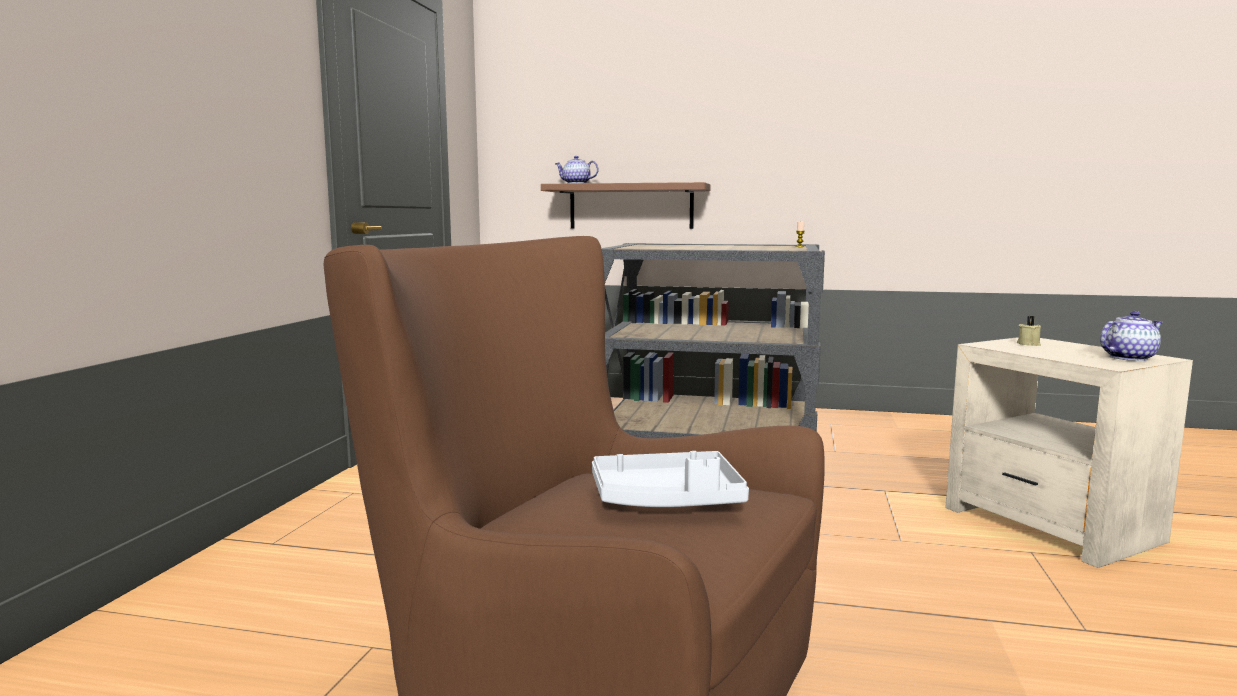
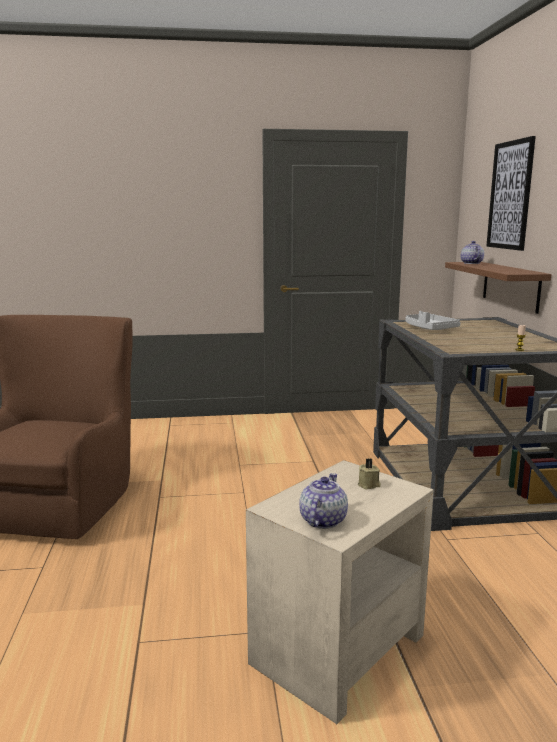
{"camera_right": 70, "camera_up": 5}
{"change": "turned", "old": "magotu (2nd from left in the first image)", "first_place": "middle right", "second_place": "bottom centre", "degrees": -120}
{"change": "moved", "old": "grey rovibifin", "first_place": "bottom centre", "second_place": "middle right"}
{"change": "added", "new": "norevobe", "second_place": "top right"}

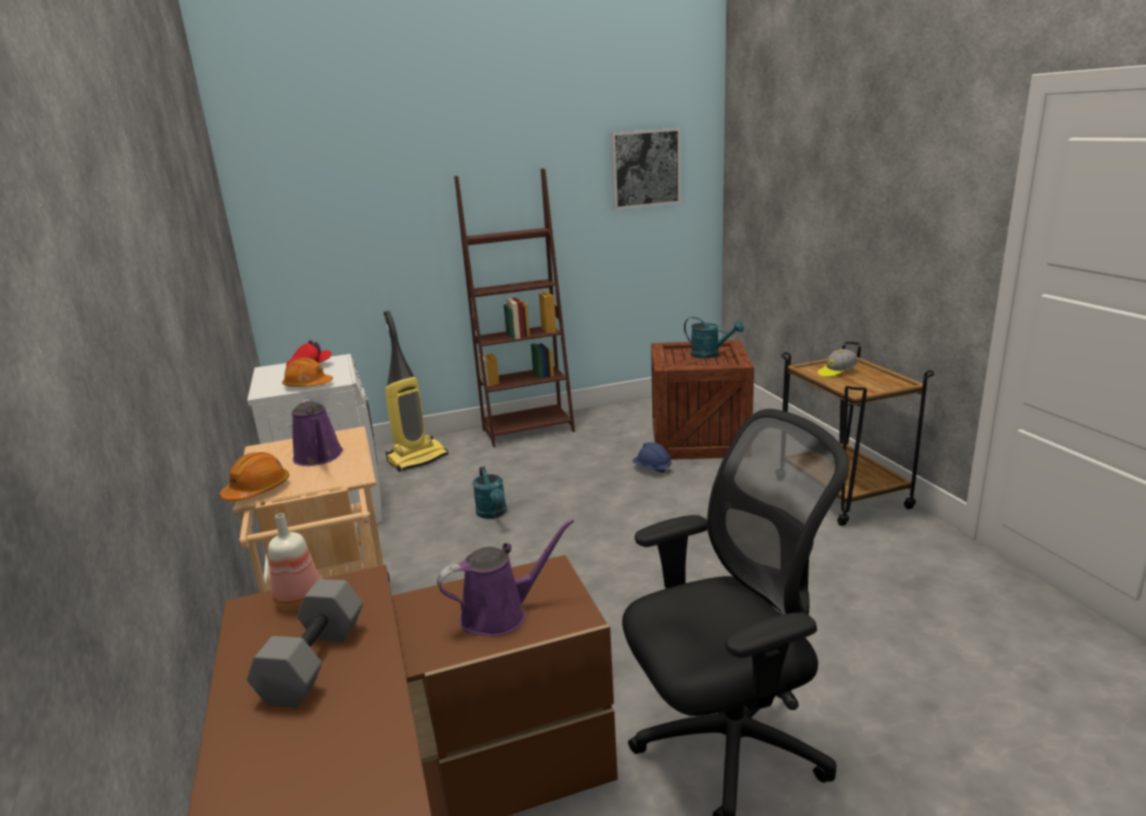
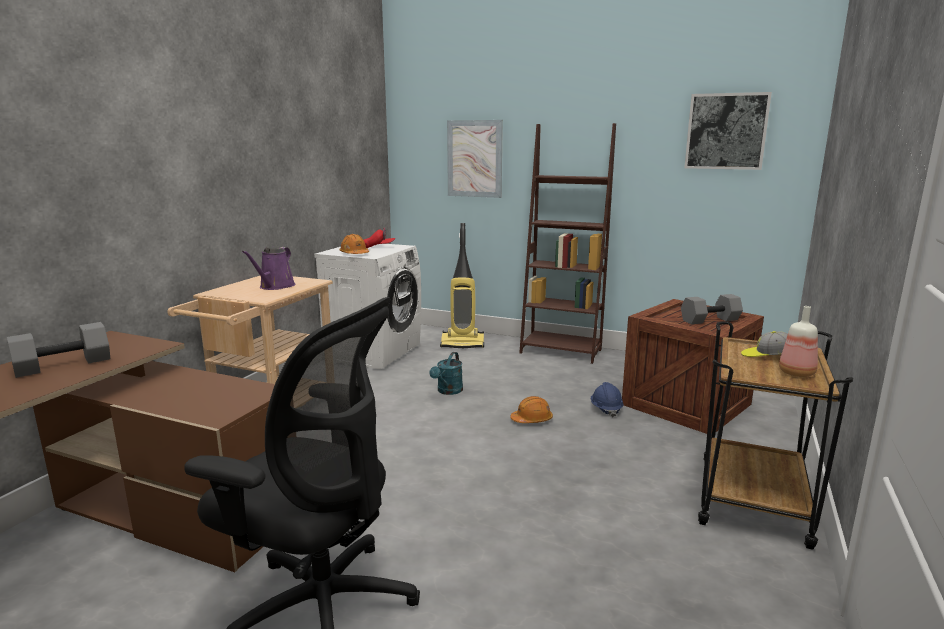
{"camera_right": 40, "camera_up": -5}
{"change": "added", "new": "norevobe (1st from left)", "second_place": "top centre"}
{"change": "moved", "old": "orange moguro (1st from left in the first image)", "new": "orange moguro (2nd from left)", "first_place": "middle left", "second_place": "centre"}
{"change": "replaced", "old": "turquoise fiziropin (2nd from left)", "new": "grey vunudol (2nd from left)", "first_place": "centre", "second_place": "middle right"}
{"change": "moved", "old": "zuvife", "first_place": "bottom left", "second_place": "middle right"}
{"change": "removed", "old": "purple fiziropin (2nd from left)", "first_place": "bottom centre"}

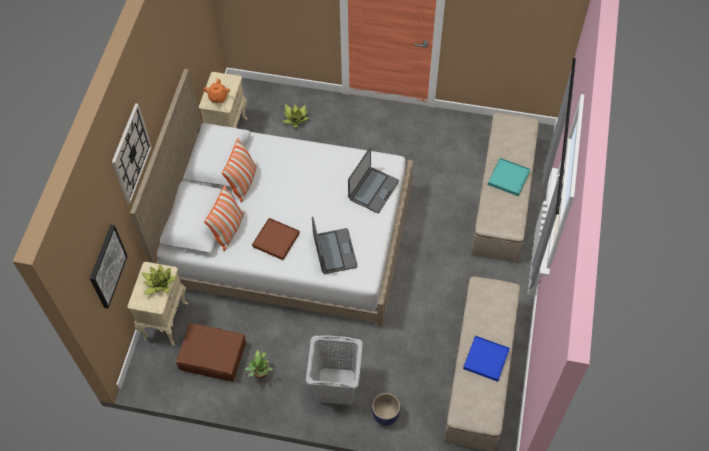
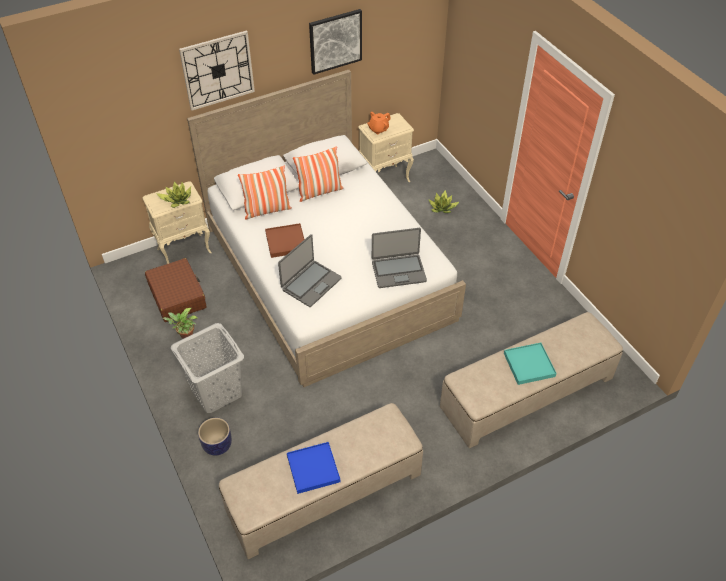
{"camera_right": 50, "camera_up": -10}
{"change": "moved", "old": "norevobe", "first_place": "middle left", "second_place": "top centre"}

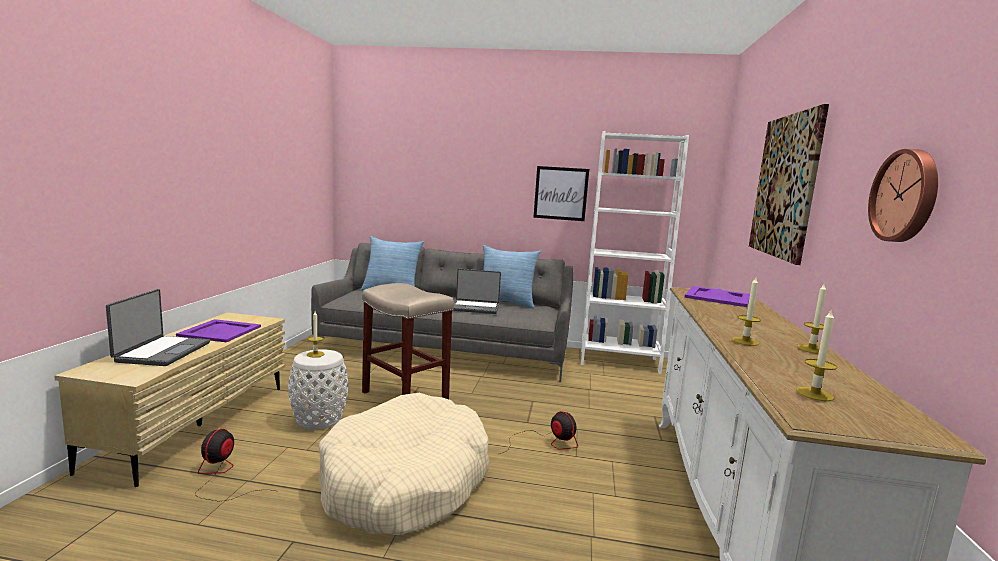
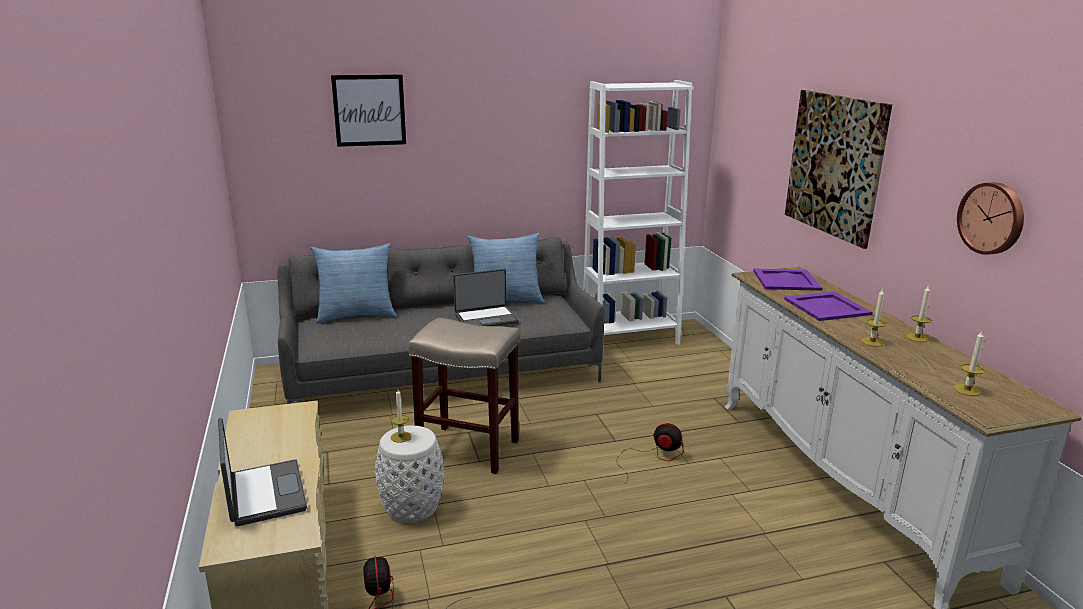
{"camera_right": -25, "camera_up": 10}
{"change": "moved", "old": "norevobe (1st from left)", "first_place": "centre", "second_place": "top centre"}
{"change": "moved", "old": "purple rovibifin (1st from left in the first image)", "new": "purple rovibifin (2nd from left)", "first_place": "middle left", "second_place": "middle right"}
{"change": "removed", "old": "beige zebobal", "first_place": "bottom centre"}

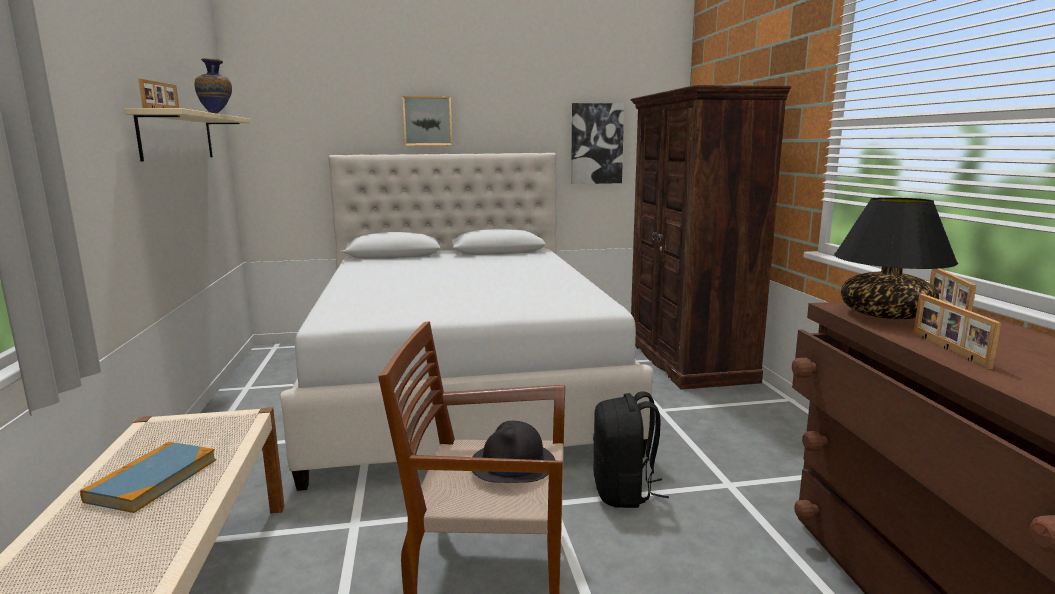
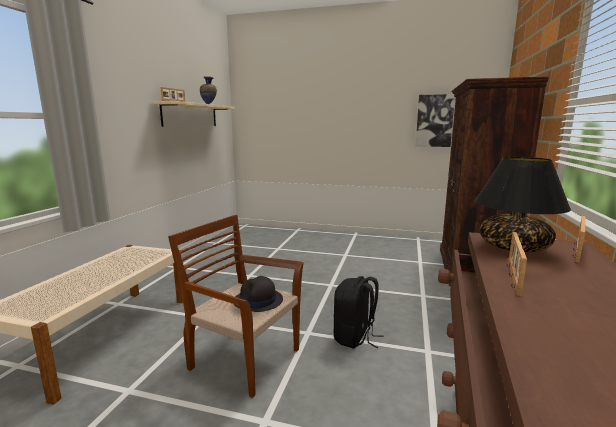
{"camera_right": 25, "camera_up": 0}
{"change": "removed", "old": "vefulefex", "first_place": "bottom left"}
{"change": "removed", "old": "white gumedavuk", "first_place": "centre"}
{"change": "removed", "old": "norevobe (1st from left)", "first_place": "top centre"}

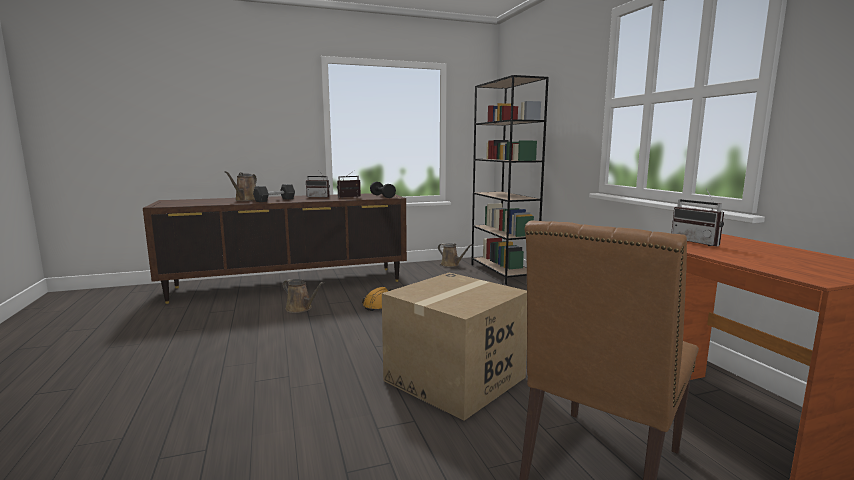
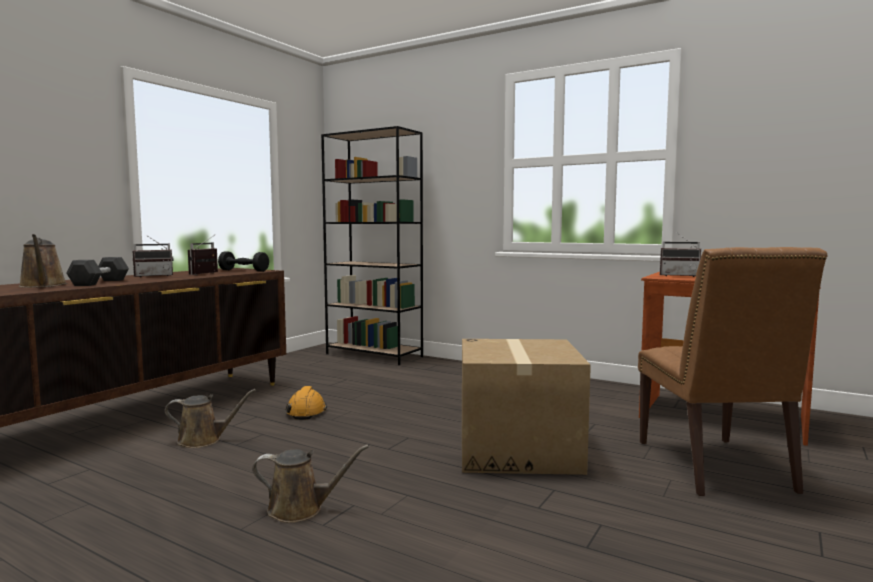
{"camera_right": -40, "camera_up": -5}
{"change": "moved", "old": "brown fiziropin (3rd from left)", "first_place": "centre", "second_place": "bottom centre"}

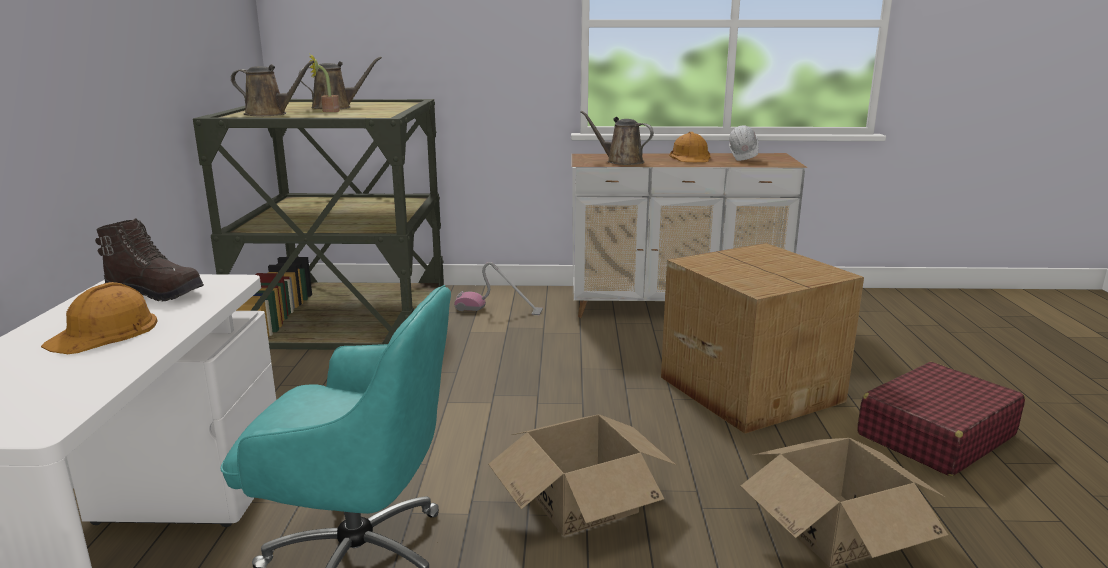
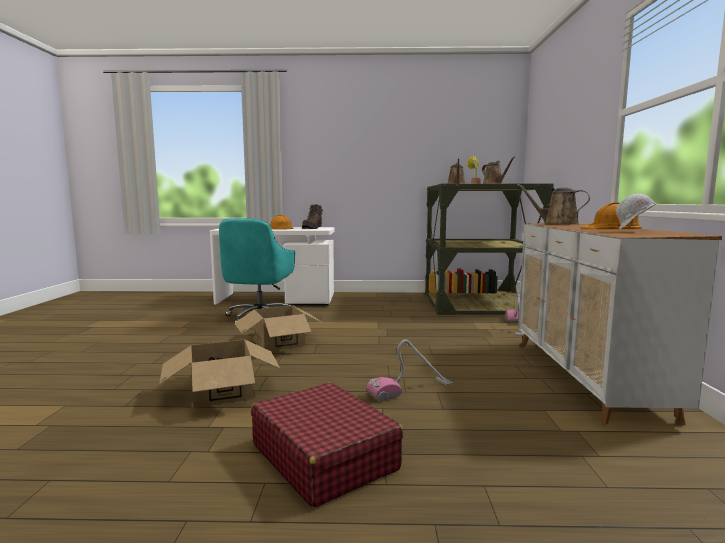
{"camera_right": 90, "camera_up": -10}
{"change": "replaced", "old": "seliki (2nd from left)", "new": "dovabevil (1st from left)", "first_place": "middle right", "second_place": "bottom centre"}
{"change": "turned", "old": "brown fiziropin (3rd from left)", "first_place": "top centre", "second_place": "middle right", "degrees": -90}

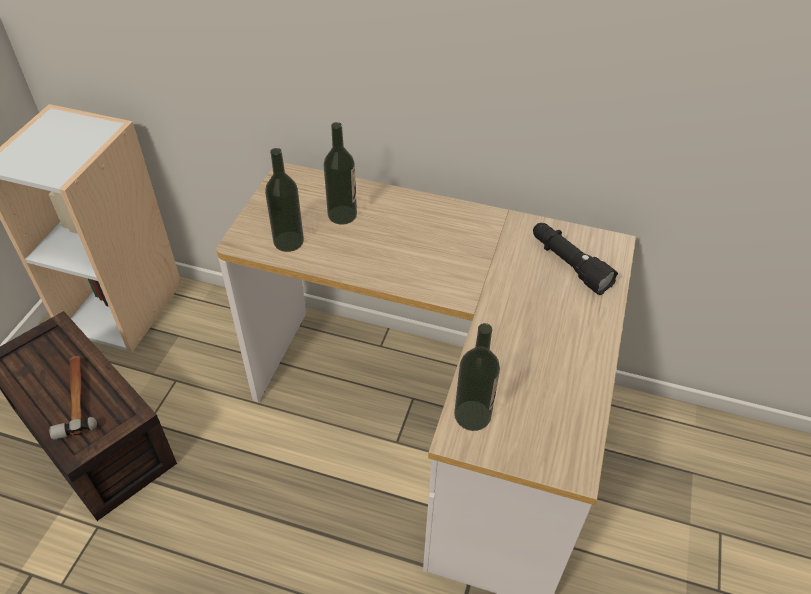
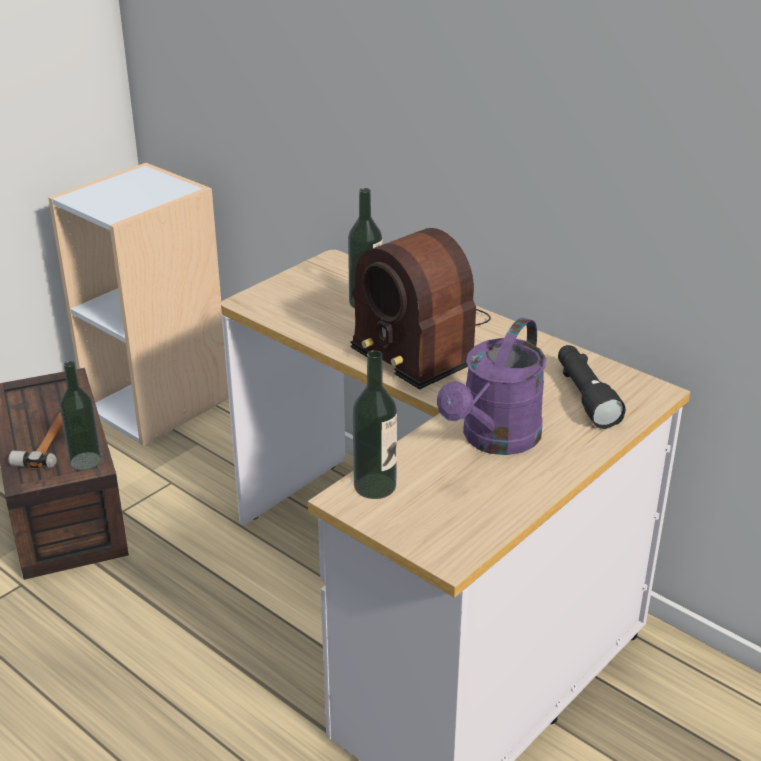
{"camera_right": 25, "camera_up": -15}
{"change": "moved", "old": "zuvife (1st from left)", "first_place": "centre", "second_place": "middle left"}
{"change": "added", "new": "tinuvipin", "second_place": "centre"}
{"change": "added", "new": "purple fiziropin", "second_place": "centre"}

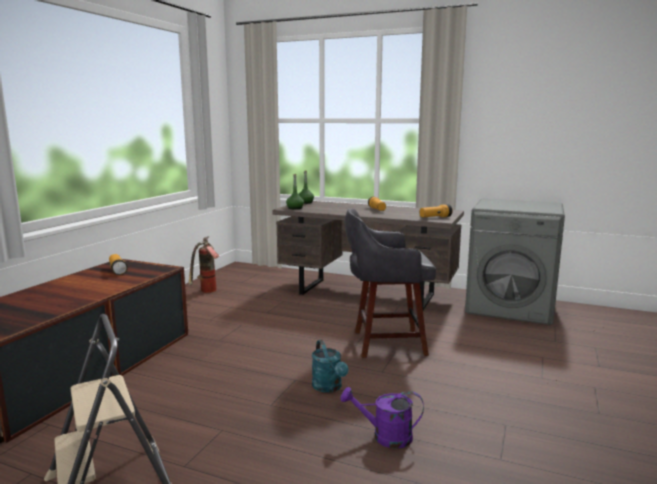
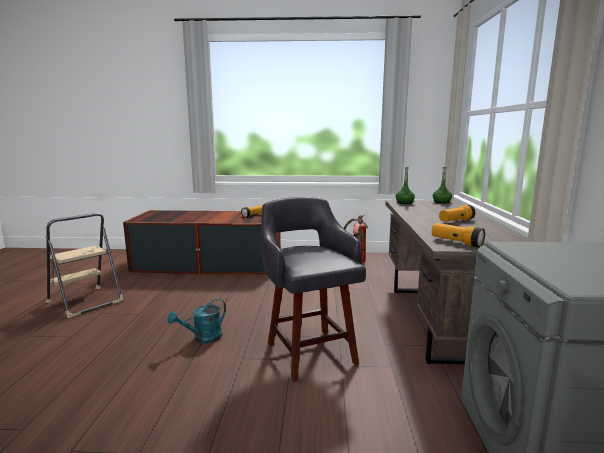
{"camera_right": 70, "camera_up": 0}
{"change": "removed", "old": "purple fiziropin", "first_place": "bottom centre"}

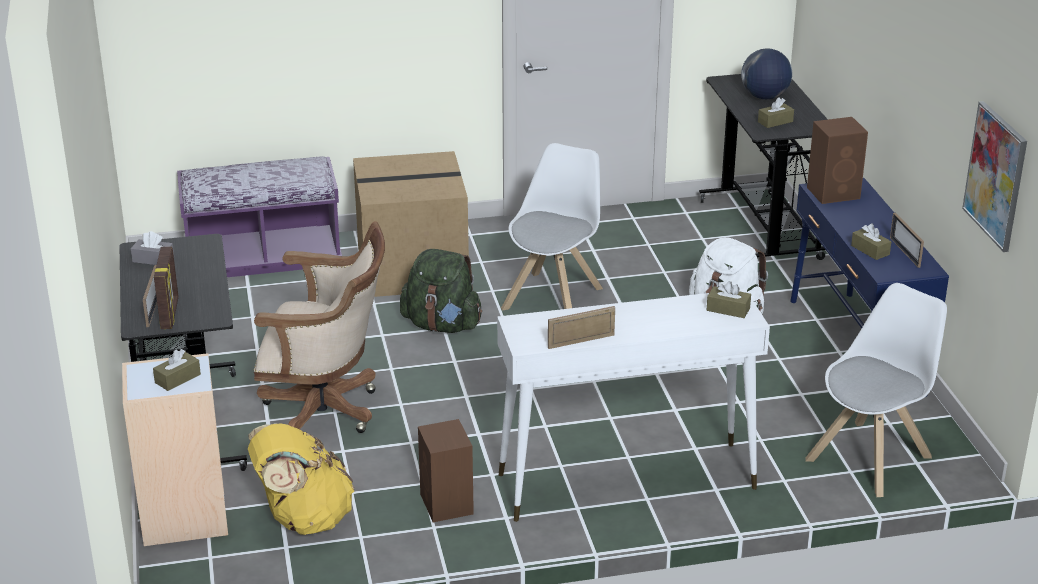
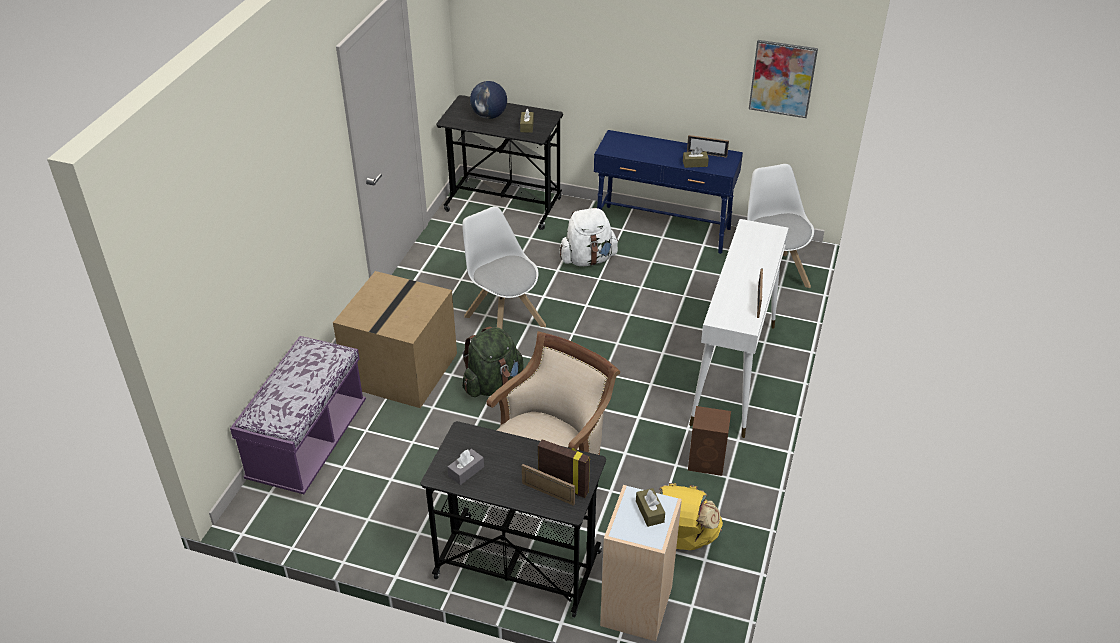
{"camera_right": -60, "camera_up": 10}
{"change": "removed", "old": "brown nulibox (2nd from left)", "first_place": "middle right"}
{"change": "removed", "old": "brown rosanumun (2nd from left)", "first_place": "top right"}

